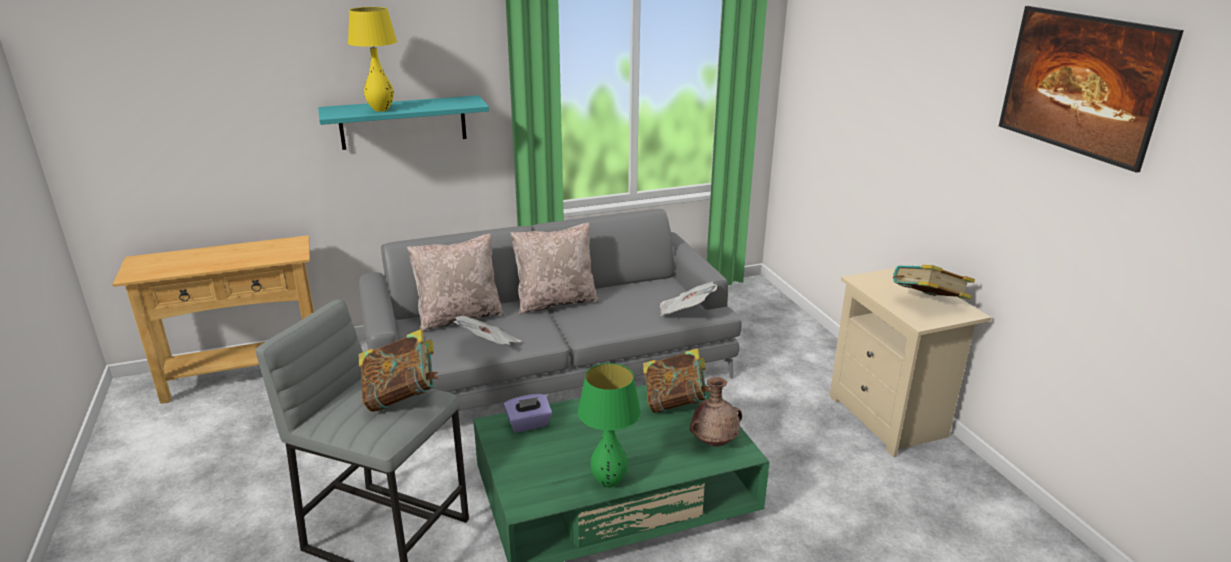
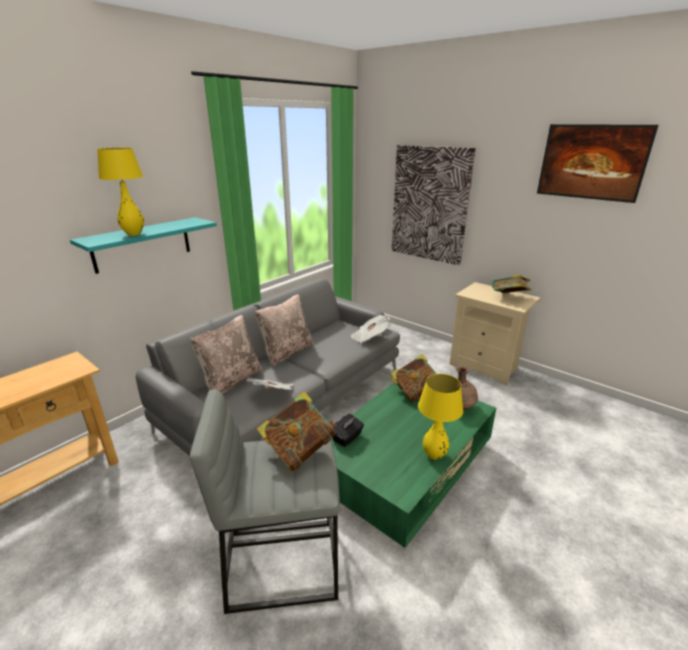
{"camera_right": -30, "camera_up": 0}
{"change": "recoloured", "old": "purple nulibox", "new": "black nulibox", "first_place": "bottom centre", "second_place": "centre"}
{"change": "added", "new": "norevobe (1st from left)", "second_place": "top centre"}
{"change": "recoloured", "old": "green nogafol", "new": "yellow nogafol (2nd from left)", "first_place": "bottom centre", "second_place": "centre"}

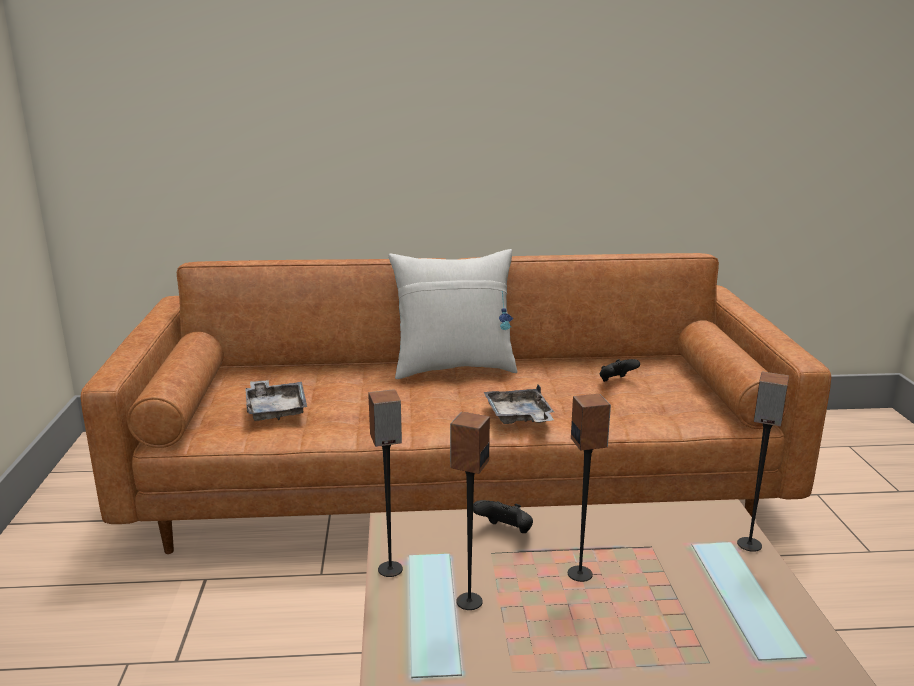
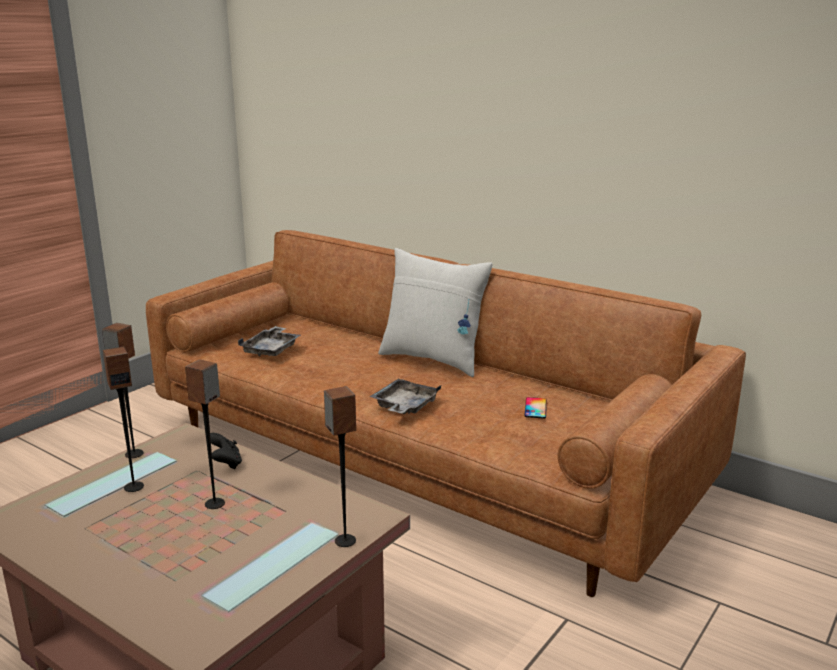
{"camera_right": 40, "camera_up": 0}
{"change": "replaced", "old": "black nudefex (2nd from left)", "new": "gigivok", "first_place": "middle right", "second_place": "centre"}

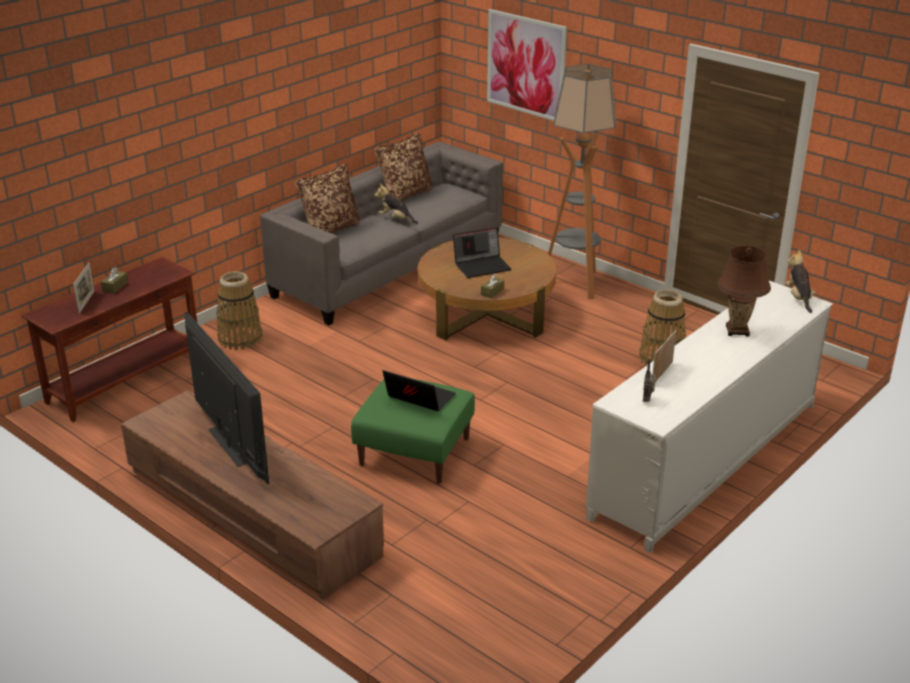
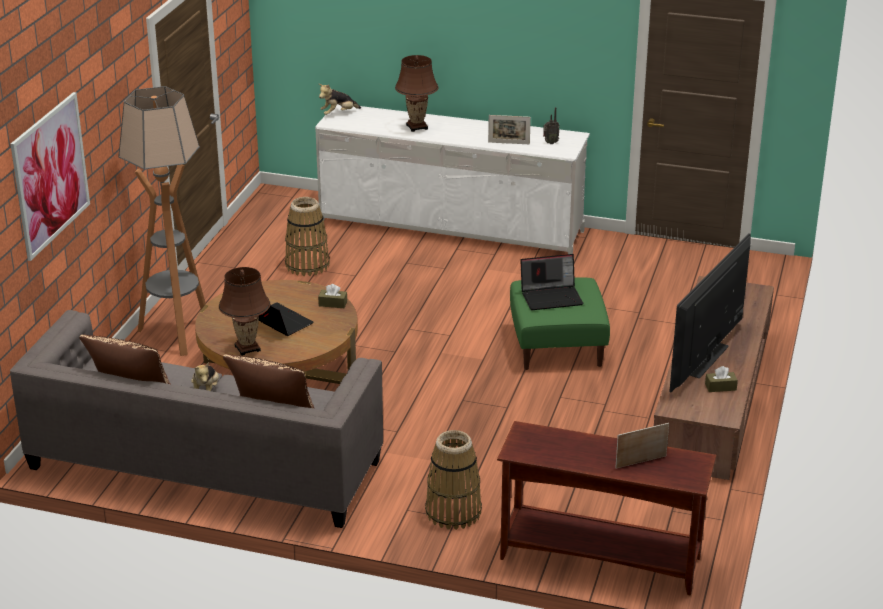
{"camera_right": -115, "camera_up": 0}
{"change": "added", "new": "brown nogafol (1st from left)", "second_place": "middle left"}
{"change": "turned", "old": "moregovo (1st from left in the first image)", "first_place": "centre", "second_place": "centre", "degrees": -105}
{"change": "moved", "old": "brown nulibox (1st from left in the first image)", "new": "brown nulibox (2nd from left)", "first_place": "middle left", "second_place": "middle right"}

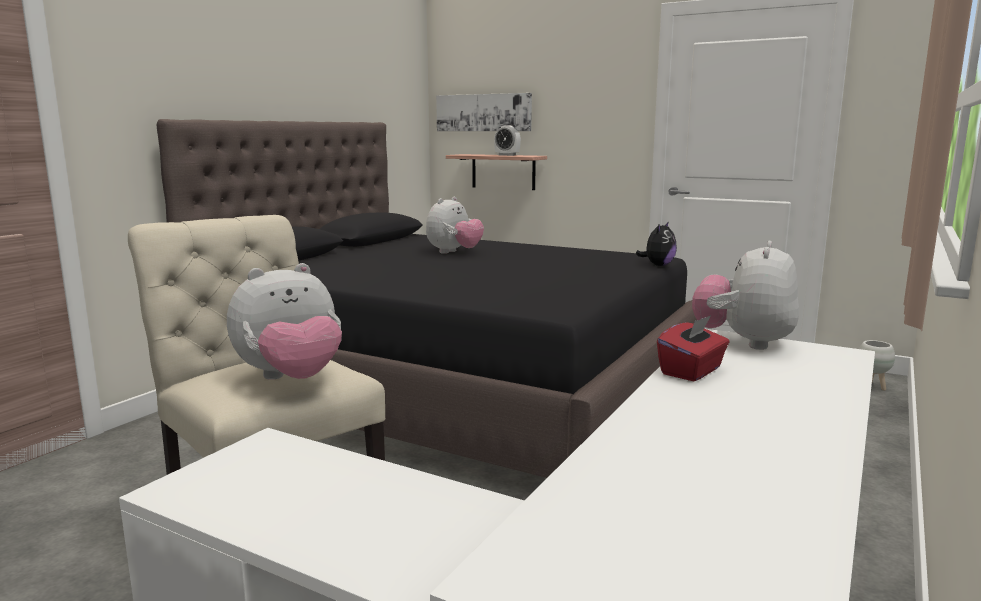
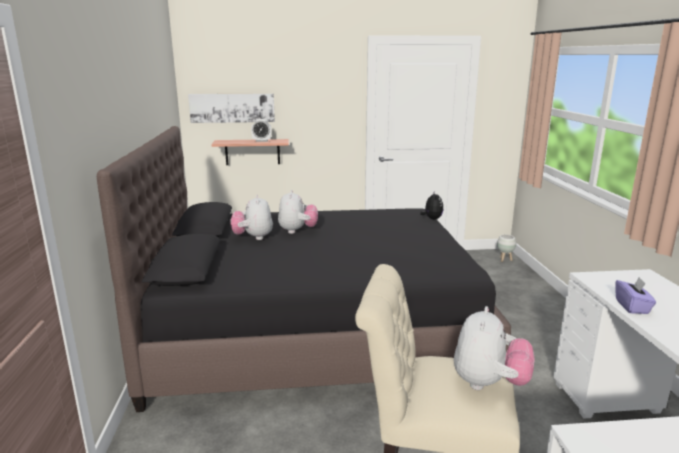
{"camera_right": -35, "camera_up": 5}
{"change": "moved", "old": "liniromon (4th from left in the first image)", "new": "liniromon (1st from left)", "first_place": "middle right", "second_place": "centre"}
{"change": "recoloured", "old": "red nulibox", "new": "purple nulibox", "first_place": "middle right", "second_place": "middle right"}

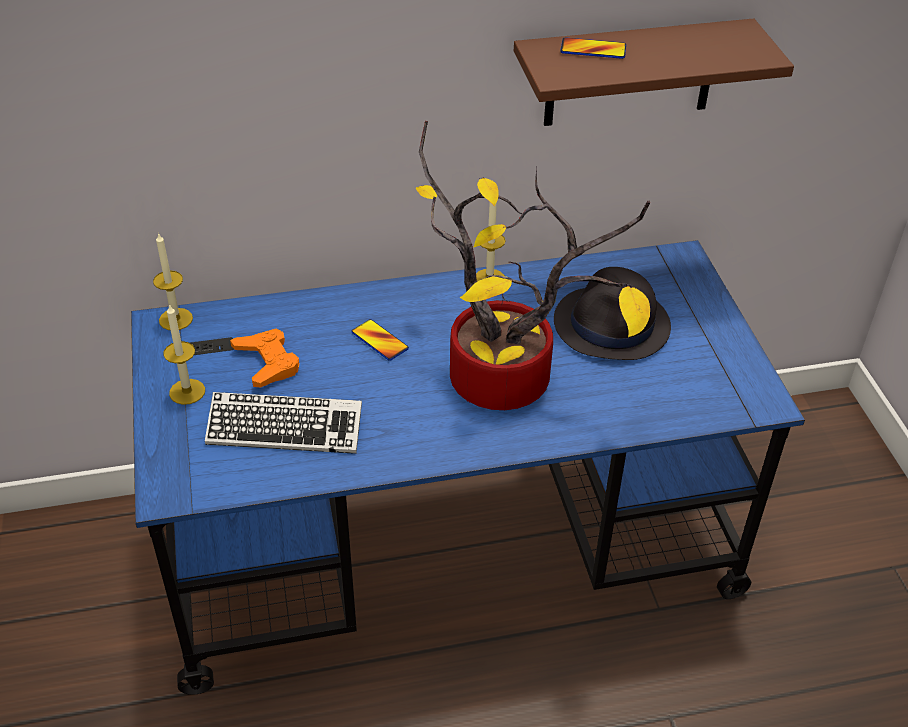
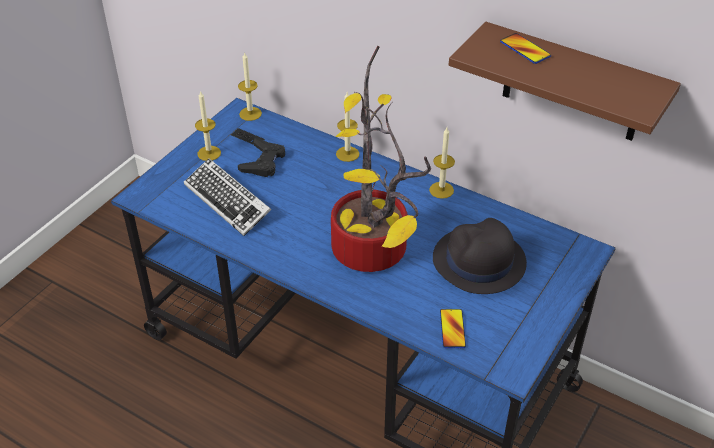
{"camera_right": 45, "camera_up": 0}
{"change": "recoloured", "old": "orange nudefex", "new": "black nudefex", "first_place": "middle left", "second_place": "centre"}
{"change": "added", "new": "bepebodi (3rd from left)", "second_place": "top centre"}
{"change": "moved", "old": "gigivok (1st from left)", "first_place": "centre", "second_place": "bottom centre"}

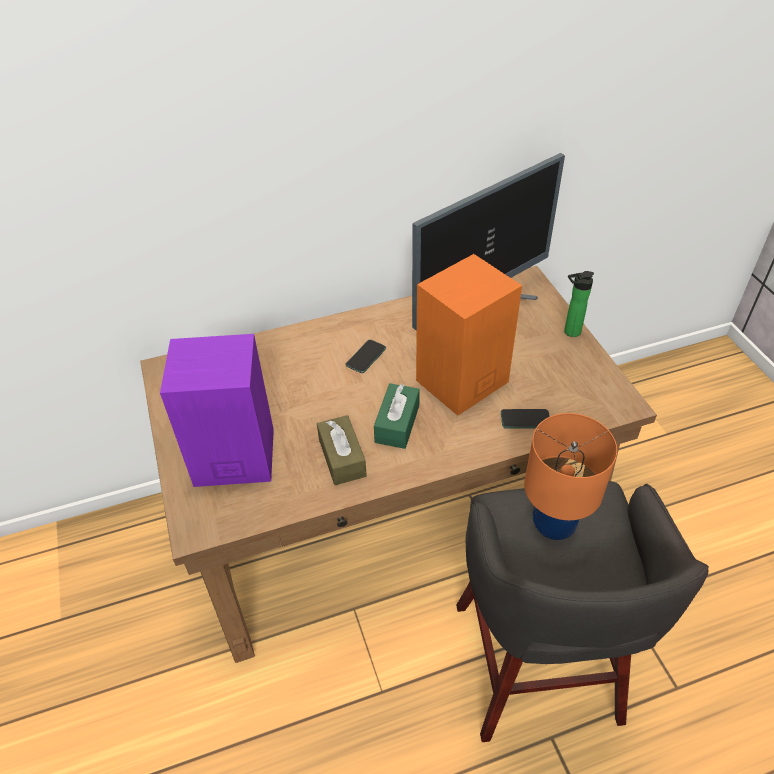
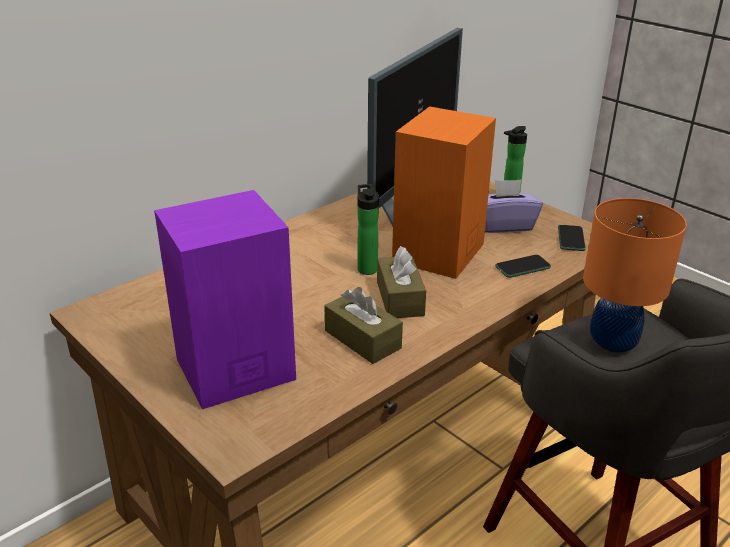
{"camera_right": -25, "camera_up": -15}
{"change": "added", "new": "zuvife (1st from left)", "second_place": "centre"}
{"change": "recoloured", "old": "green nulibox", "new": "brown nulibox (2nd from left)", "first_place": "centre", "second_place": "centre"}
{"change": "added", "new": "purple nulibox", "second_place": "middle right"}
{"change": "moved", "old": "gigivok (1st from left in the first image)", "new": "gigivok (2nd from left)", "first_place": "centre", "second_place": "middle right"}

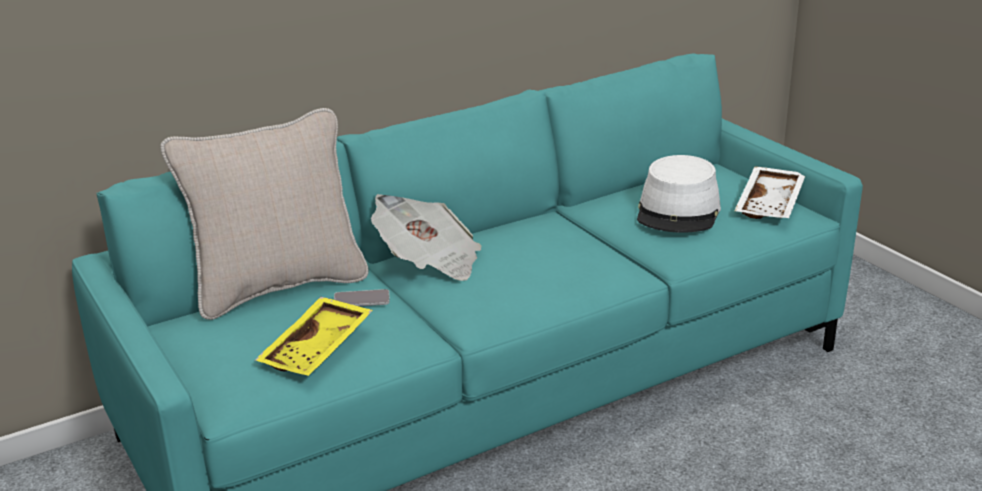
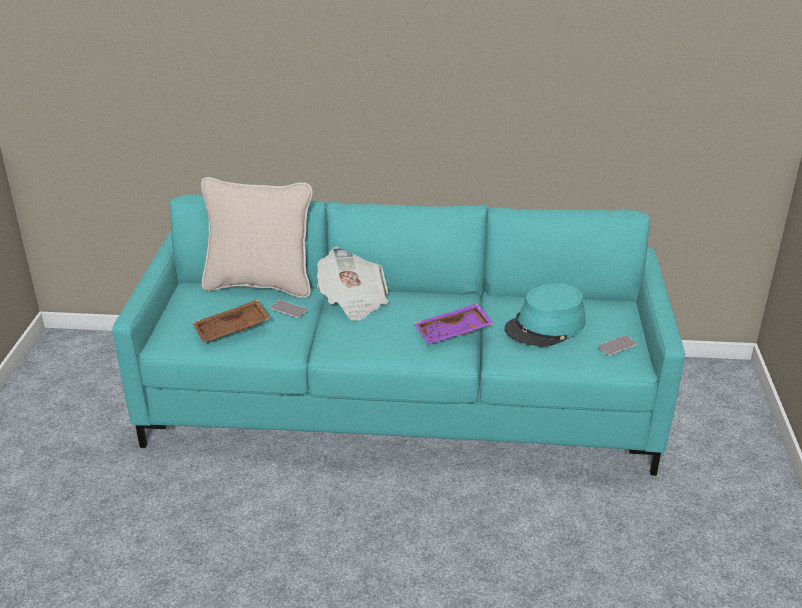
{"camera_right": 35, "camera_up": 5}
{"change": "recoloured", "old": "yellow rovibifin", "new": "brown rovibifin", "first_place": "bottom left", "second_place": "middle left"}
{"change": "added", "new": "purple rovibifin", "second_place": "centre"}
{"change": "recoloured", "old": "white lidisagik", "new": "turquoise lidisagik", "first_place": "middle right", "second_place": "middle right"}
{"change": "replaced", "old": "white rovibifin", "new": "gigivok (2nd from left)", "first_place": "middle right", "second_place": "middle right"}

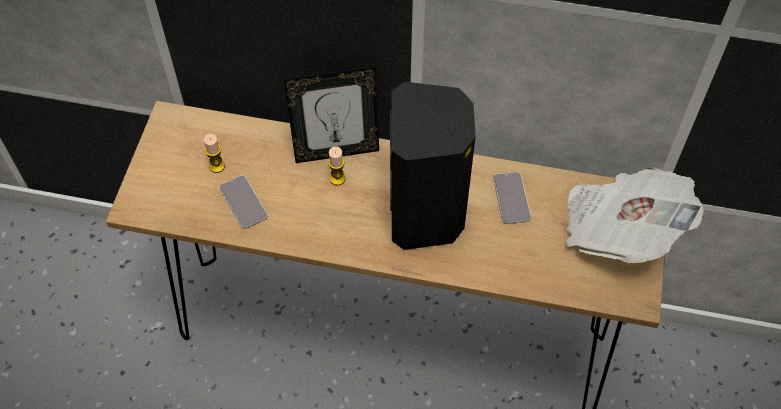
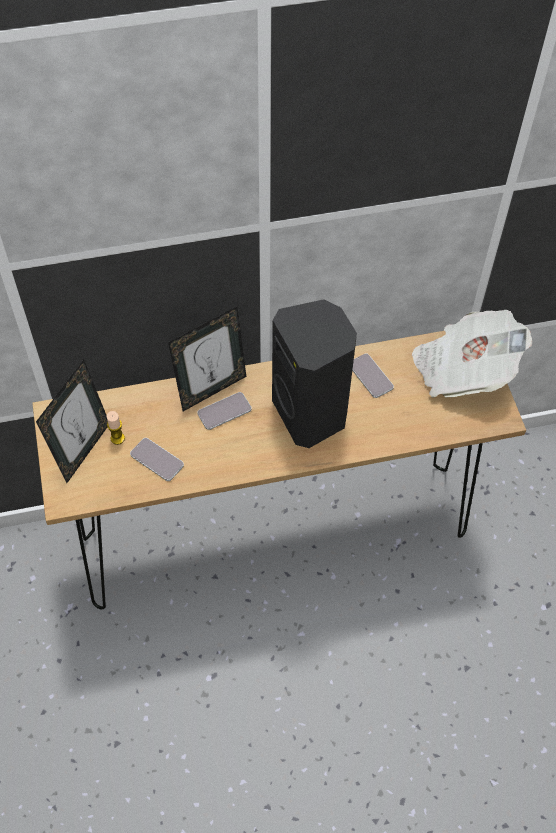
{"camera_right": -25, "camera_up": 0}
{"change": "added", "new": "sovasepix (1st from left)", "second_place": "middle left"}
{"change": "replaced", "old": "bepebodi (2nd from left)", "new": "gigivok (2nd from left)", "first_place": "centre", "second_place": "centre"}

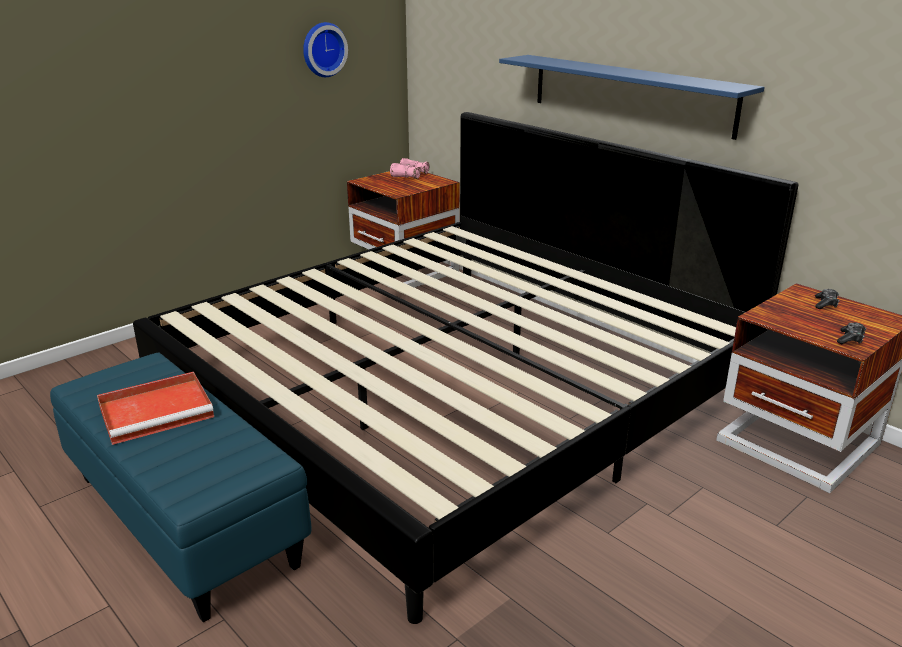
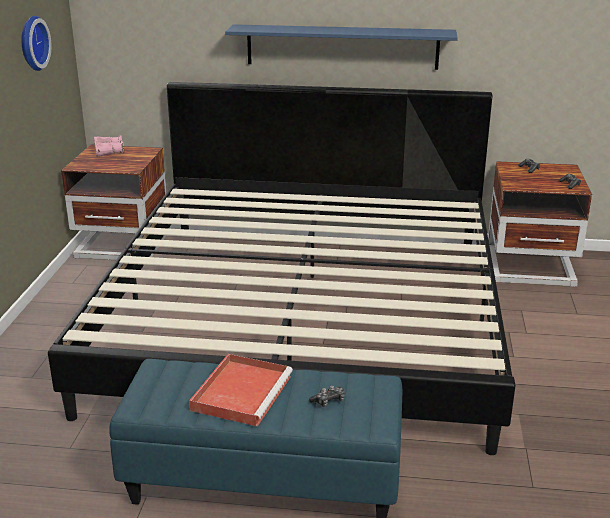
{"camera_right": -40, "camera_up": 0}
{"change": "added", "new": "nudefex (1st from left)", "second_place": "bottom centre"}

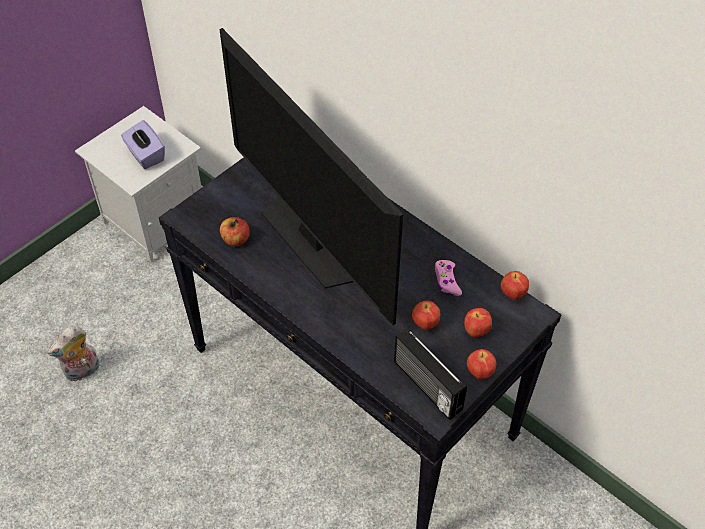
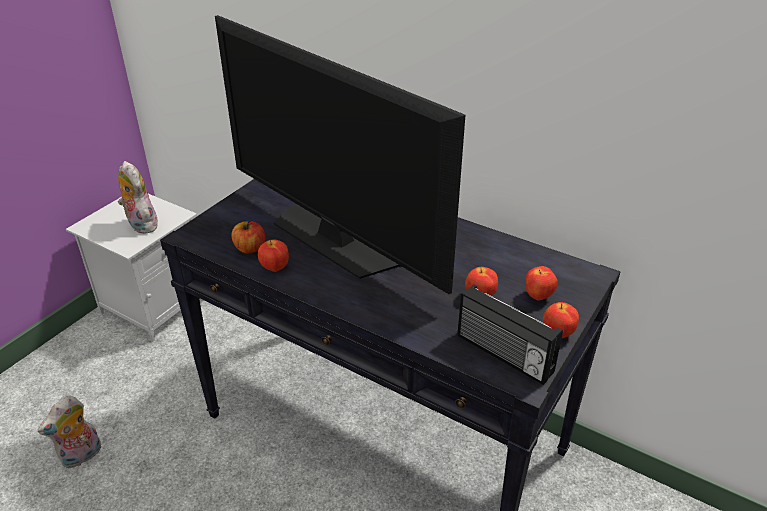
{"camera_right": -10, "camera_up": -15}
{"change": "replaced", "old": "purple nulibox", "new": "liniromon (2nd from left)", "first_place": "top left", "second_place": "middle left"}
{"change": "moved", "old": "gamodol (5th from left in the first image)", "new": "gamodol (2nd from left)", "first_place": "middle right", "second_place": "centre"}
{"change": "removed", "old": "pink nudefex", "first_place": "centre"}

